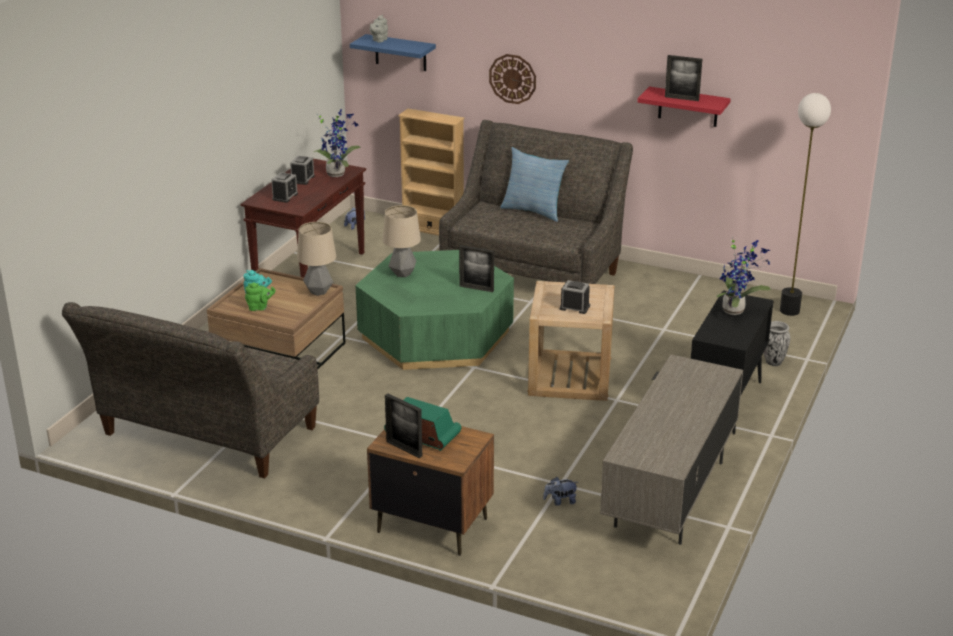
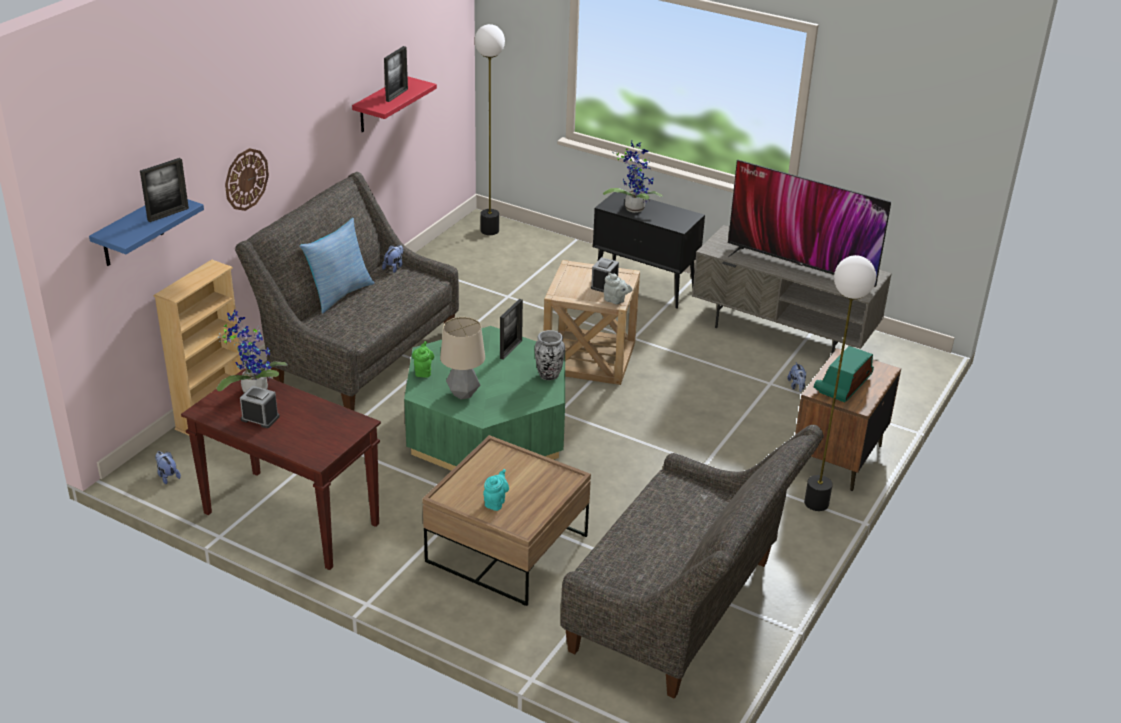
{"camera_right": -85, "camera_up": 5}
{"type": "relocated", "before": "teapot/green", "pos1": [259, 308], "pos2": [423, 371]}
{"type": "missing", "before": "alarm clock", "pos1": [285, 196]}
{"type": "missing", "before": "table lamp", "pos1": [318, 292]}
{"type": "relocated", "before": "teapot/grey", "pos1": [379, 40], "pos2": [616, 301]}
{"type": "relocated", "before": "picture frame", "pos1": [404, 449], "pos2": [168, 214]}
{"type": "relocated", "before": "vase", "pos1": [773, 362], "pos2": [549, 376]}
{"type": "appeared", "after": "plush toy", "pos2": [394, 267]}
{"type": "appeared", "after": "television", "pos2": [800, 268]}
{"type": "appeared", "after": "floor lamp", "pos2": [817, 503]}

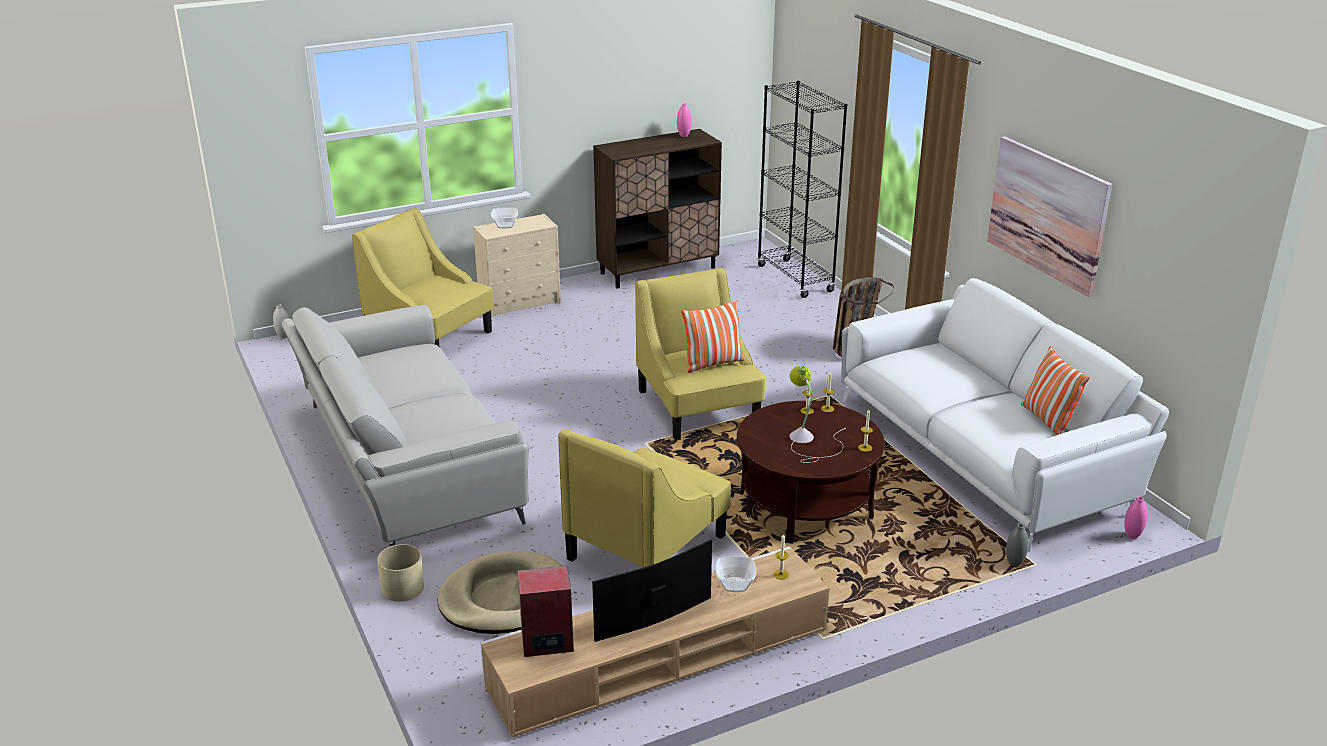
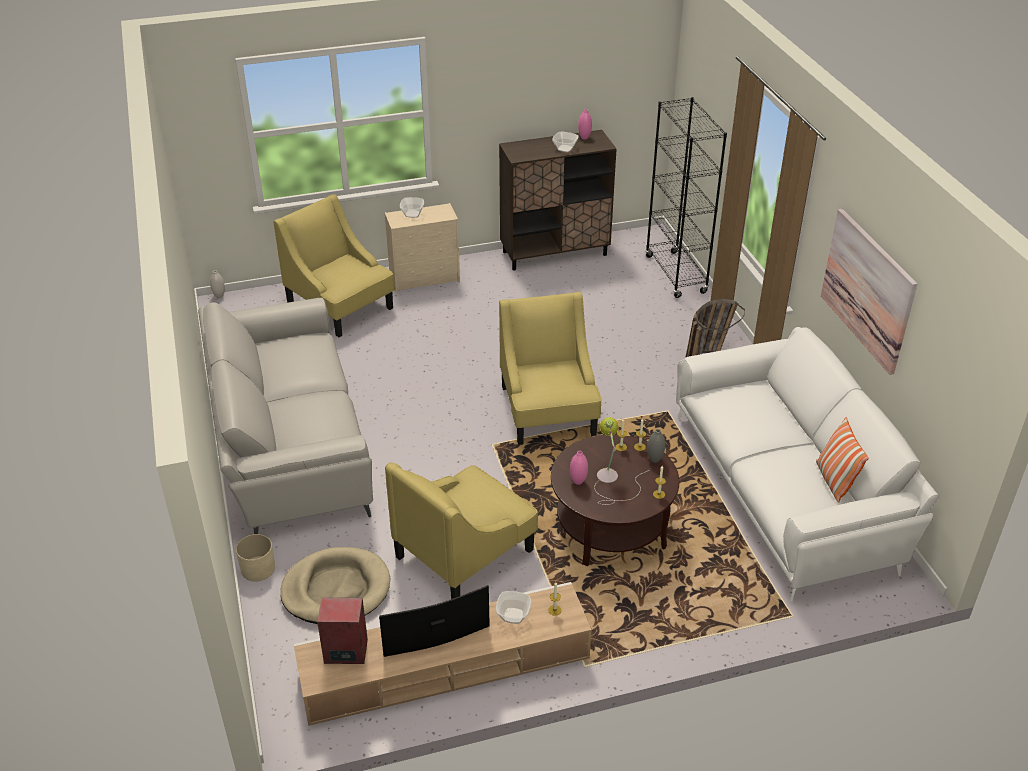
{"camera_right": 10, "camera_up": 10}
{"type": "missing", "before": "pillow", "pos1": [713, 363]}
{"type": "relocated", "before": "vase/grey", "pos1": [1014, 563], "pos2": [654, 460]}
{"type": "relocated", "before": "vase/pink", "pos1": [1132, 536], "pos2": [578, 481]}
{"type": "appeared", "after": "bowl", "pos2": [565, 149]}

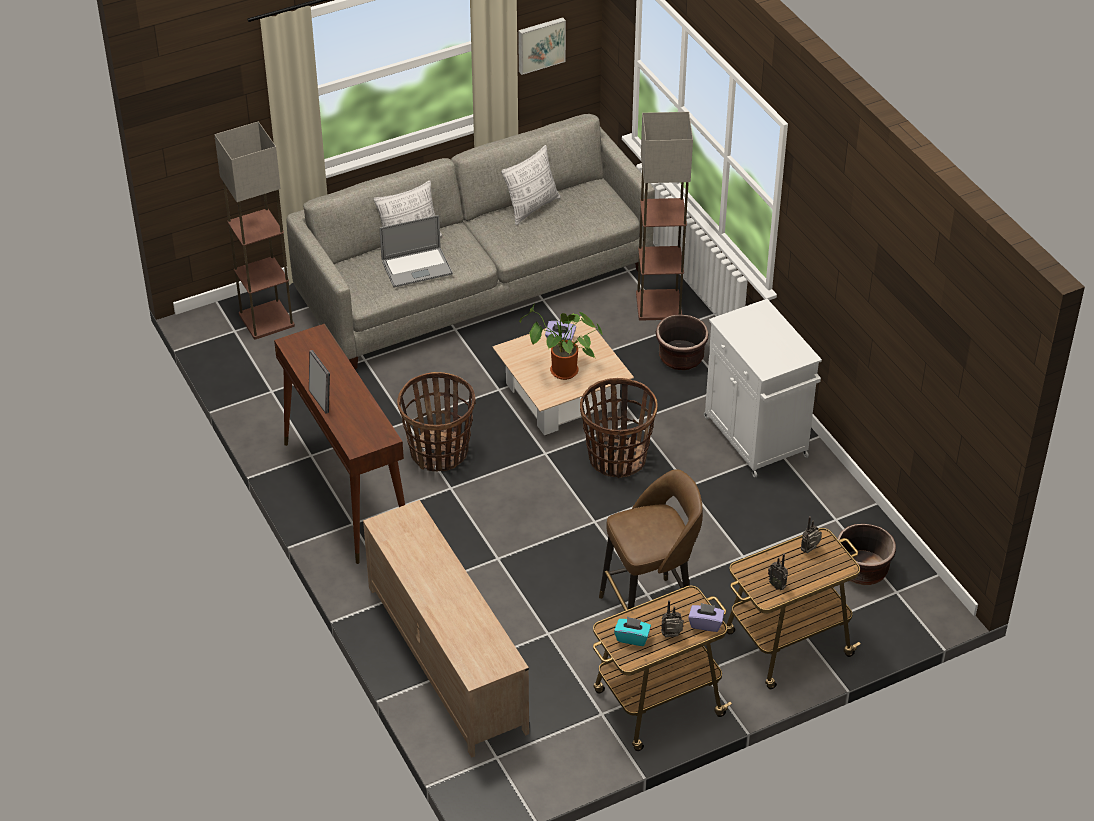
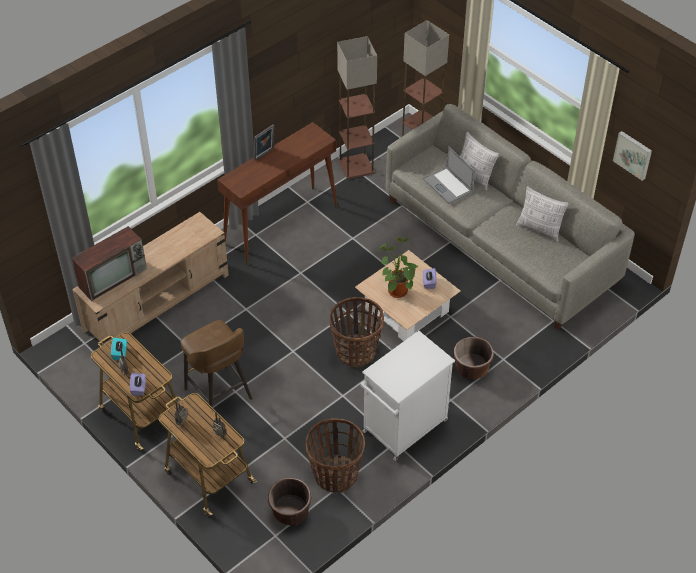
{"camera_right": 75, "camera_up": 5}
{"type": "relocated", "before": "basket", "pos1": [439, 452], "pos2": [335, 475]}
{"type": "relocated", "before": "floor lamp", "pos1": [659, 305], "pos2": [357, 167]}
{"type": "appeared", "after": "television", "pos2": [113, 277]}

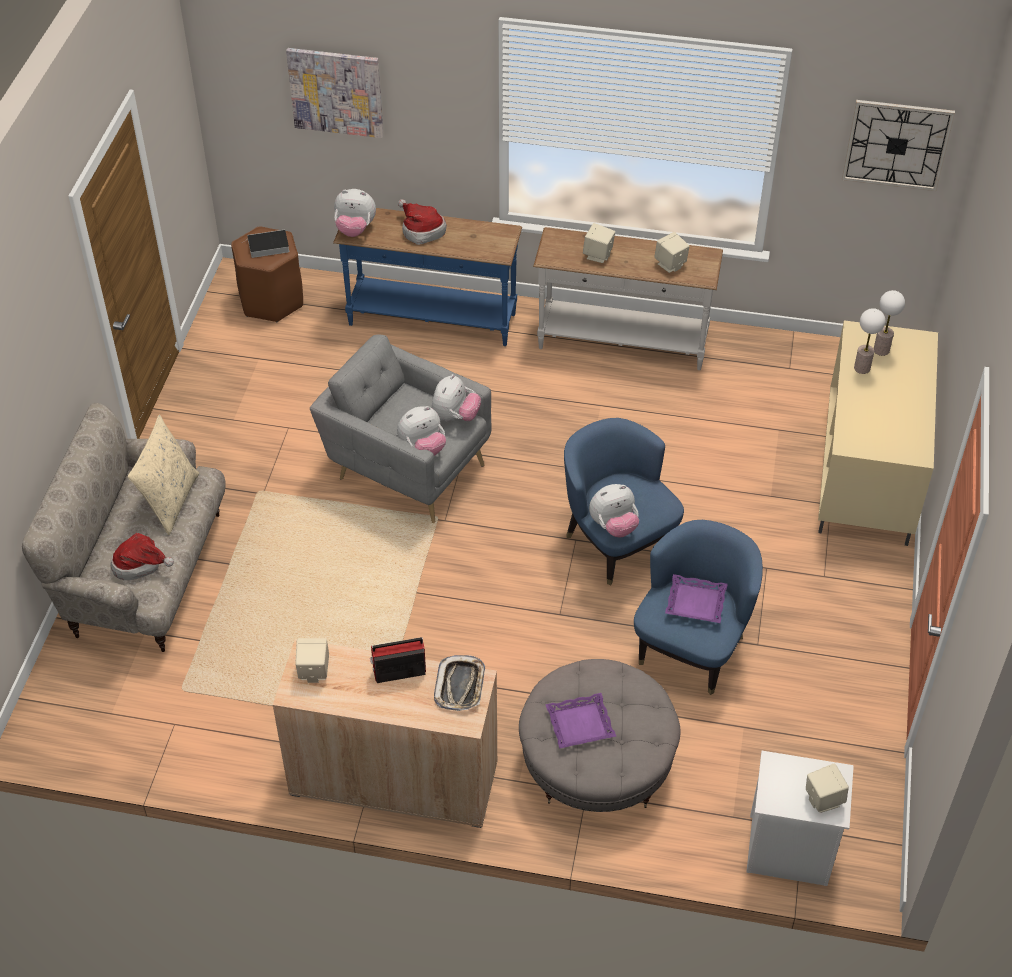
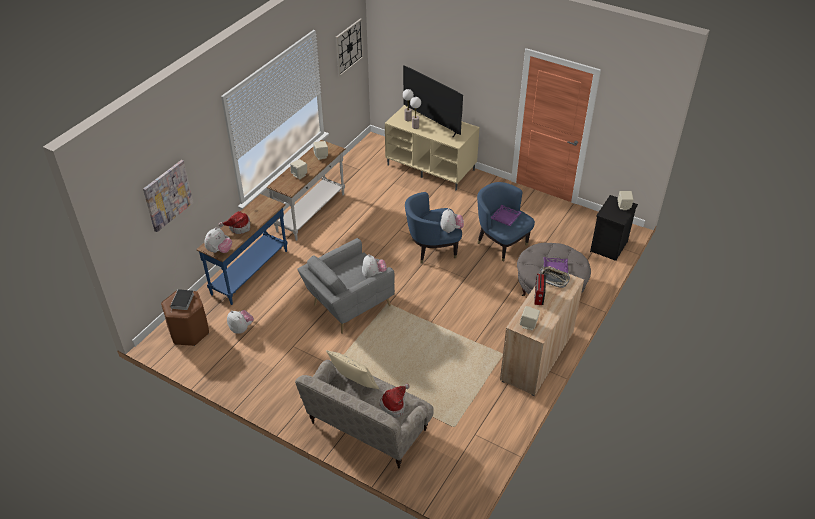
{"camera_right": -70, "camera_up": -5}
{"type": "relocated", "before": "plush toy", "pos1": [455, 417], "pos2": [241, 328]}
{"type": "colour", "before": "nightstand/white", "after": "nightstand/black", "pos1": [787, 851], "pos2": [609, 247]}
{"type": "appeared", "after": "television", "pos2": [432, 122]}

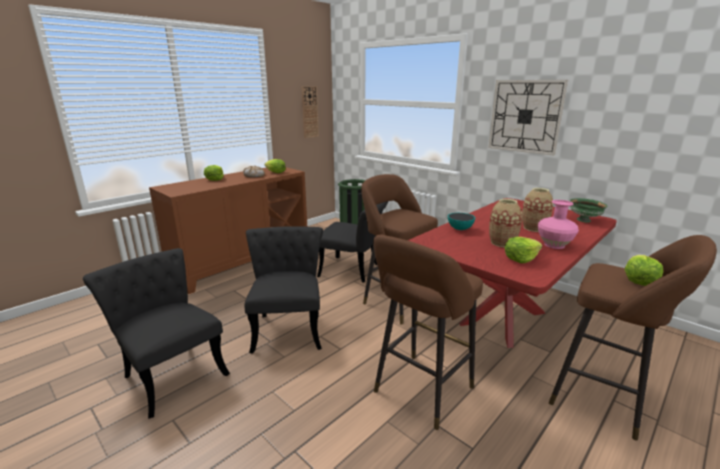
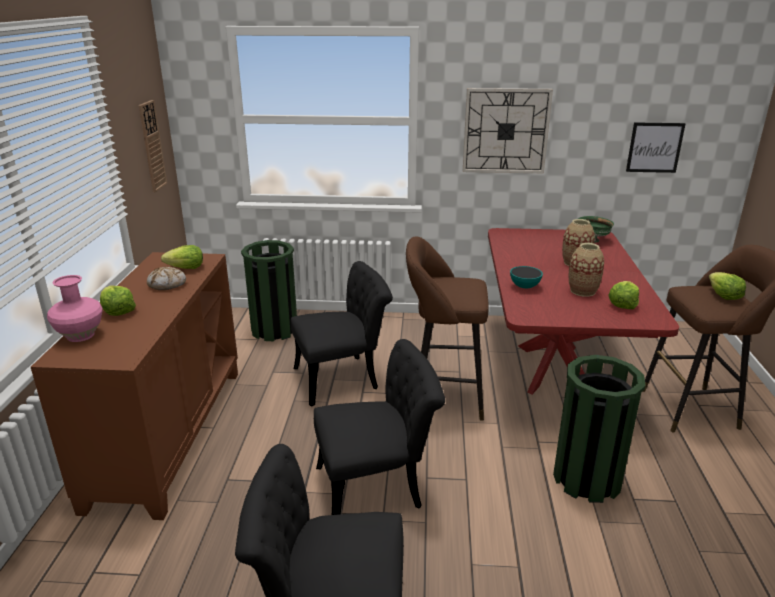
{"camera_right": -40, "camera_up": 5}
{"type": "spun", "before": "chair/black", "pos1": [289, 327], "pos2": [378, 487], "turn": 120}
{"type": "exchanged", "before": "stool/brown", "after": "trash can/green", "pos1": [420, 392], "pos2": [587, 479]}
{"type": "relocated", "before": "vase/pink", "pos1": [554, 245], "pos2": [80, 335]}
{"type": "appeared", "after": "picture", "pos2": [654, 147]}

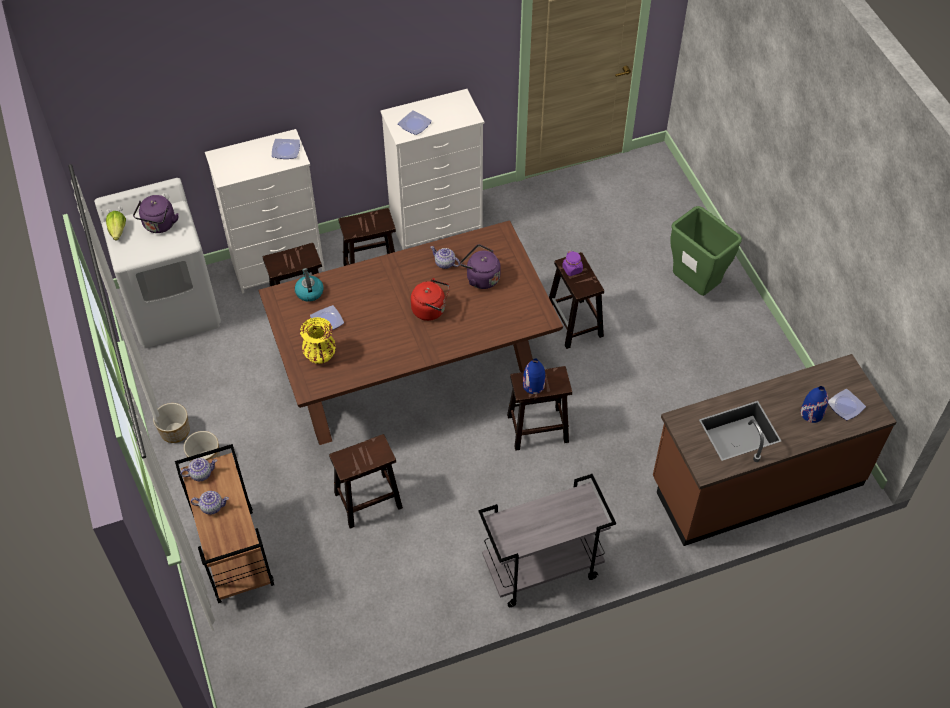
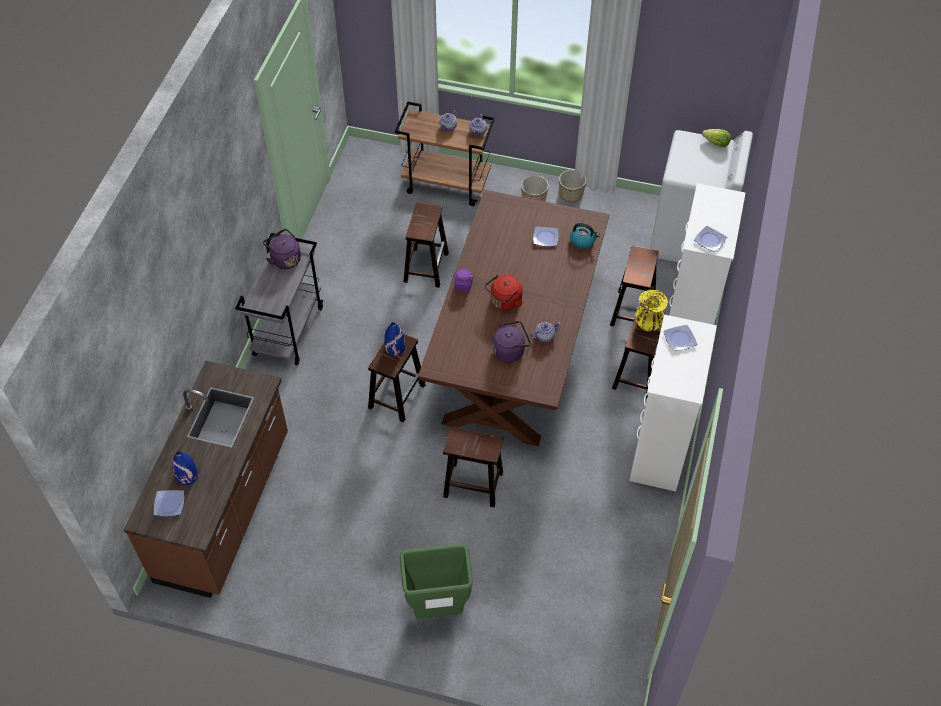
{"camera_right": 125, "camera_up": 0}
{"type": "relocated", "before": "kettle/purple", "pos1": [159, 225], "pos2": [284, 259]}
{"type": "relocated", "before": "vase/yellow", "pos1": [320, 355], "pos2": [648, 324]}
{"type": "relocated", "before": "jar/purple", "pos1": [572, 269], "pos2": [463, 285]}

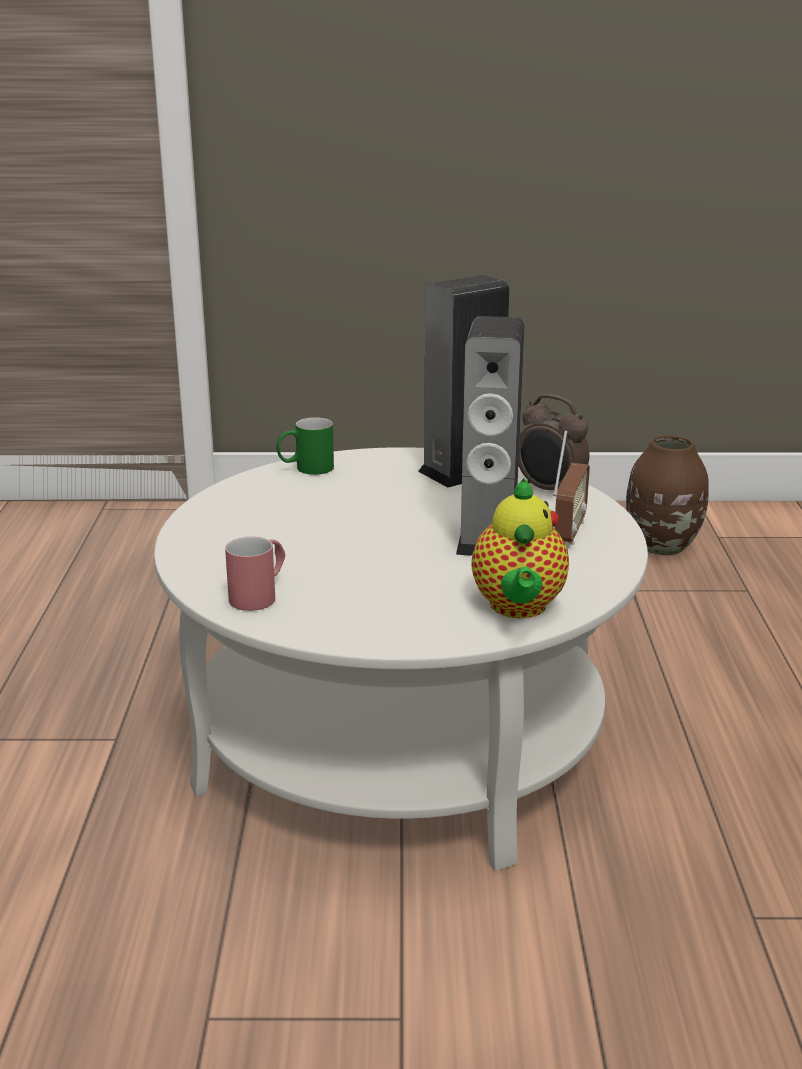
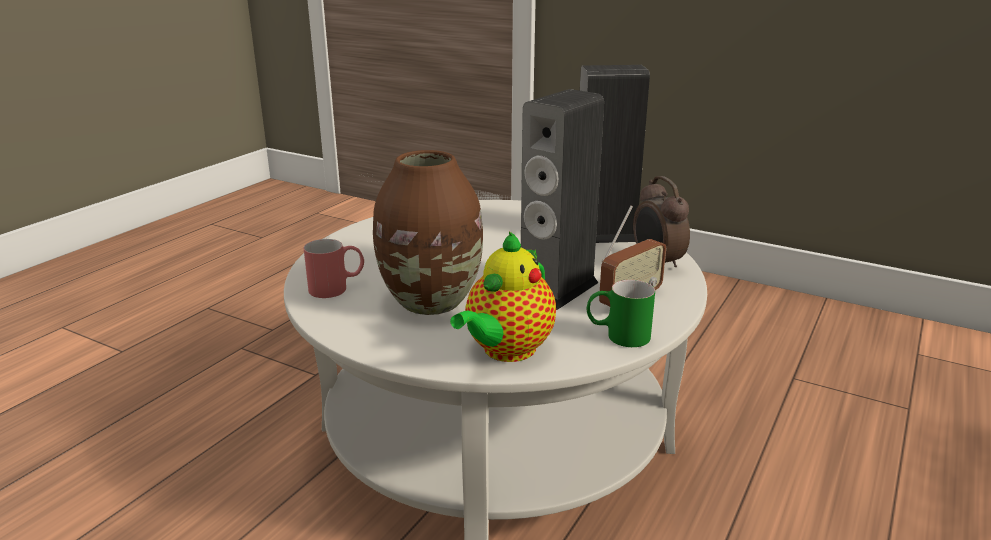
{"camera_right": 30, "camera_up": 0}
{"type": "relocated", "before": "mug/green", "pos1": [305, 469], "pos2": [617, 336]}
{"type": "relocated", "before": "vase/brown", "pos1": [663, 546], "pos2": [431, 302]}

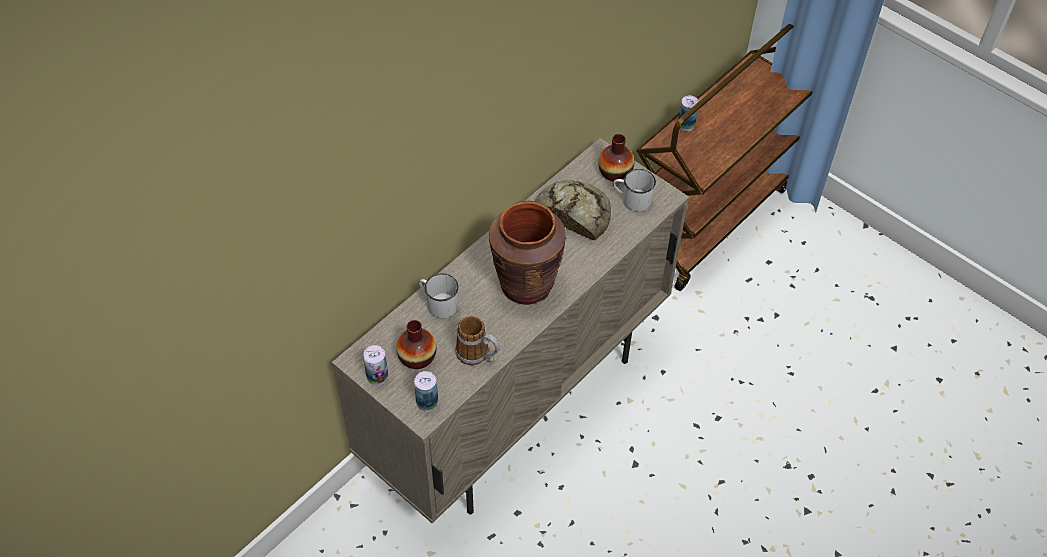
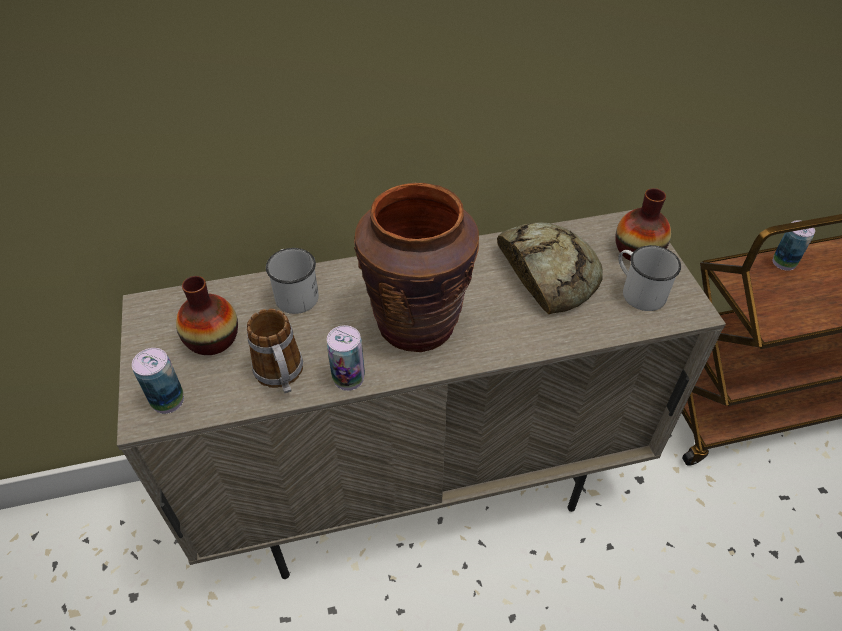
{"camera_right": 35, "camera_up": -5}
{"type": "relocated", "before": "can", "pos1": [377, 377], "pos2": [348, 378]}

